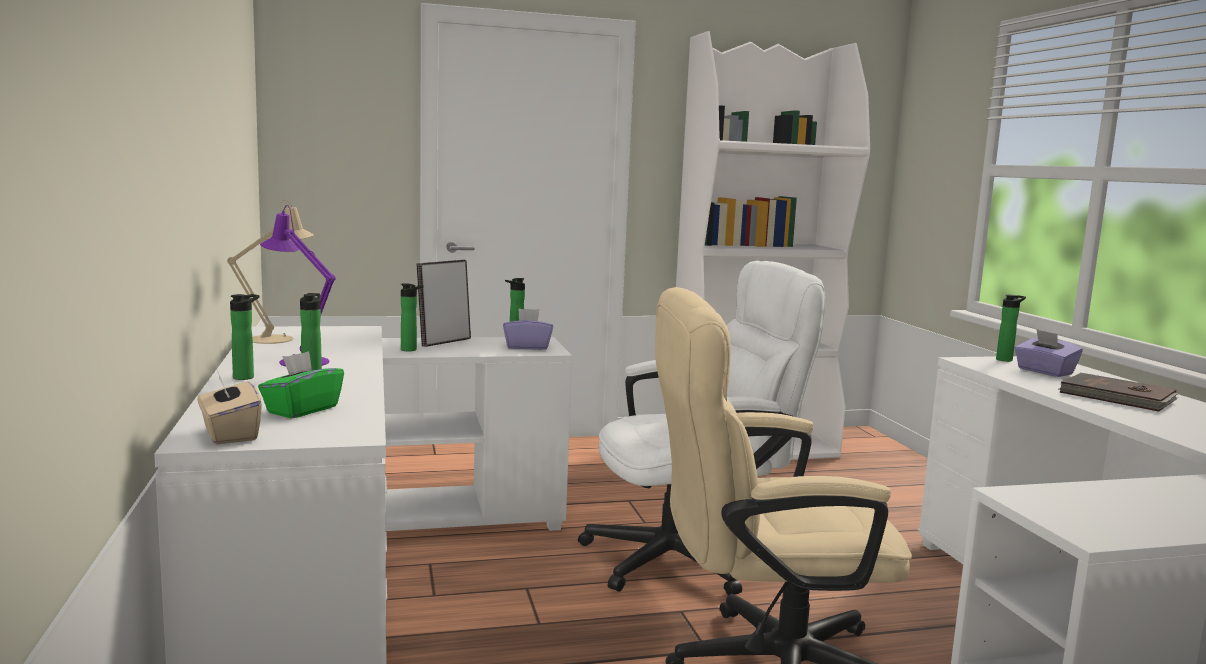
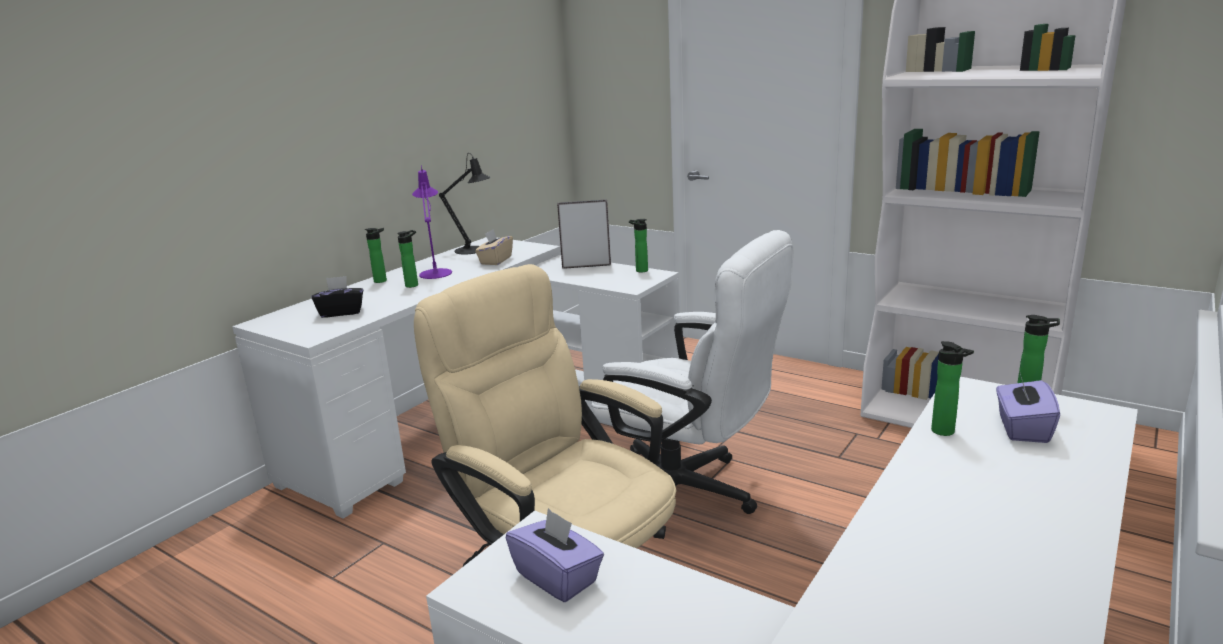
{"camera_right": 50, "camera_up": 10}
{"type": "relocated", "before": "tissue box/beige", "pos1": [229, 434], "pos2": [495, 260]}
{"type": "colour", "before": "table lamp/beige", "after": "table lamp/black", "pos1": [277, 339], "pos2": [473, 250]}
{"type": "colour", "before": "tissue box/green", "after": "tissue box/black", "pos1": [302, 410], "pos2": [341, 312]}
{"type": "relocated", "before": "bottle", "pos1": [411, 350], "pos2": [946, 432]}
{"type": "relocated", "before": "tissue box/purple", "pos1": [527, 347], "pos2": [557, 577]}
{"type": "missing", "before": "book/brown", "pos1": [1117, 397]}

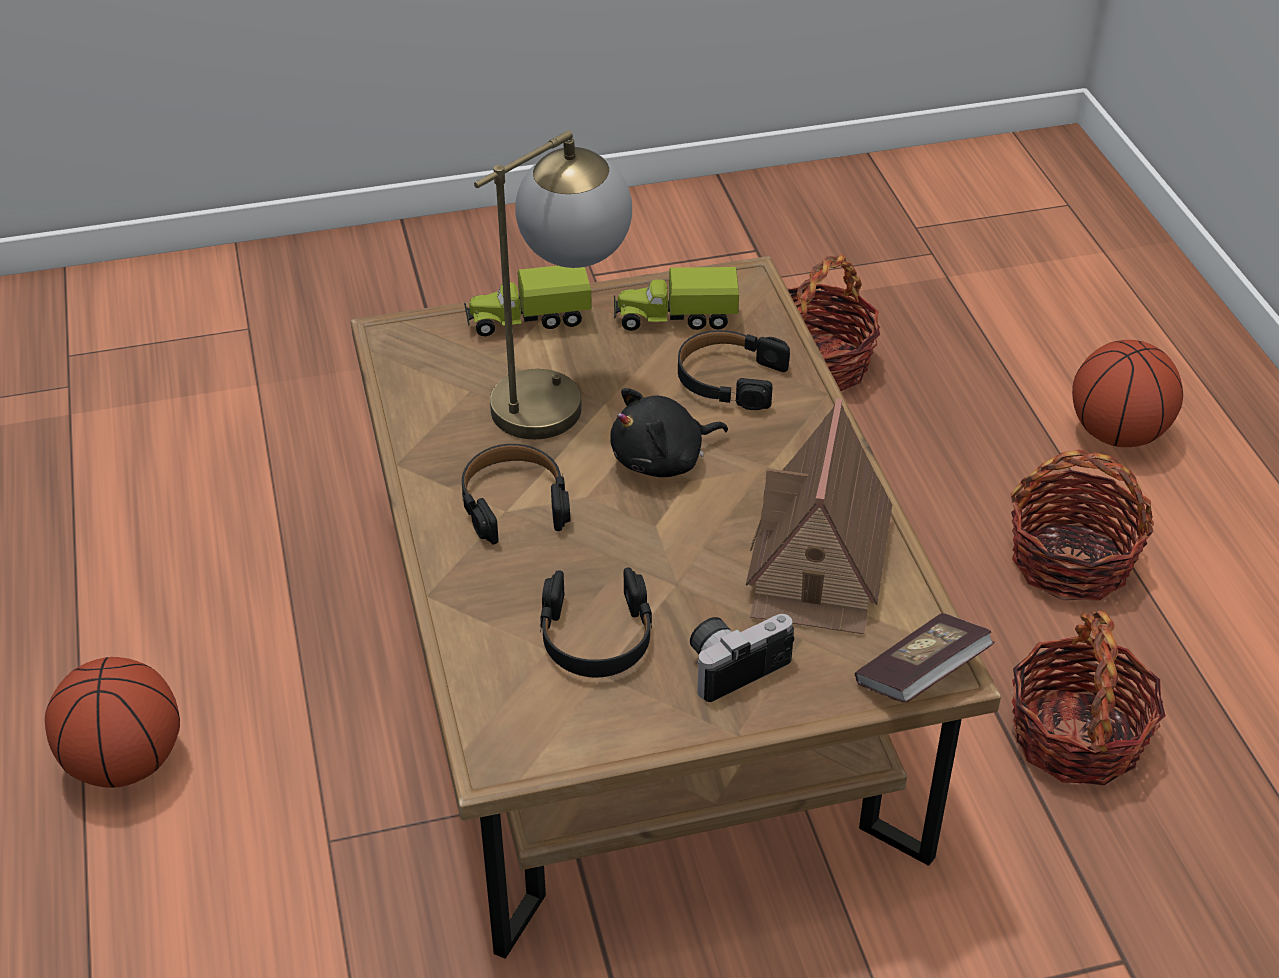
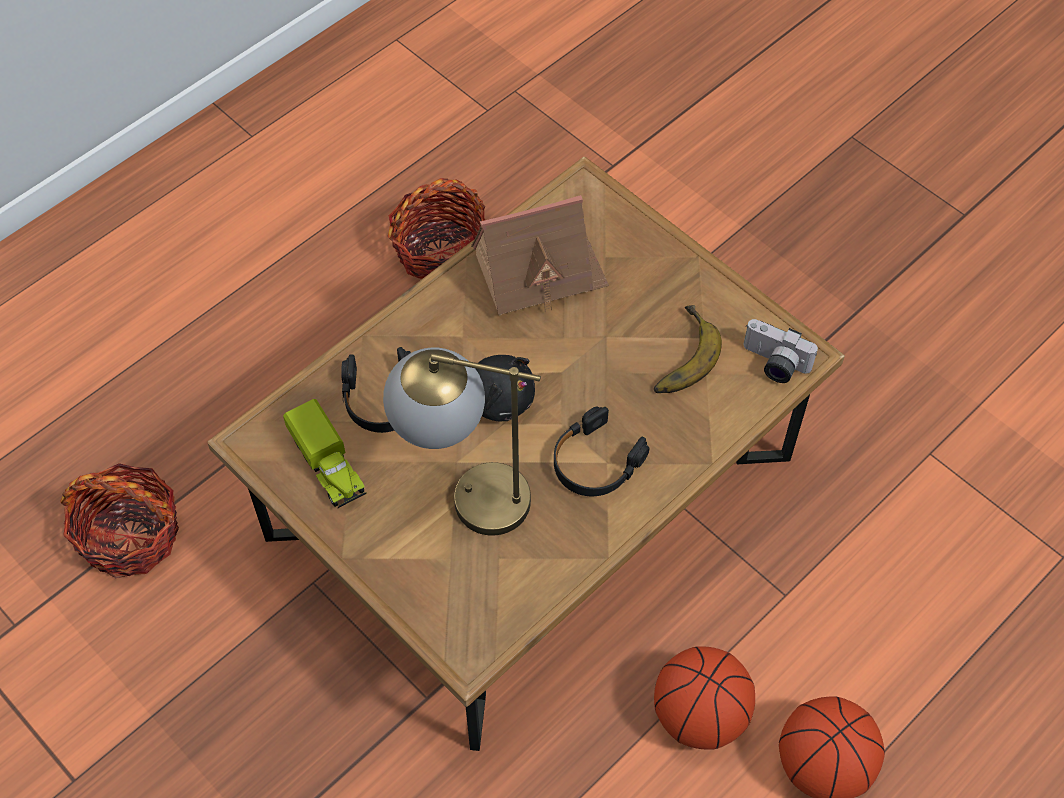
{"camera_right": -120, "camera_up": 15}
{"type": "missing", "before": "toy truck", "pos1": [528, 320]}
{"type": "exchanged", "before": "headphones/black", "after": "banana", "pos1": [596, 636], "pos2": [677, 355]}
{"type": "relocated", "before": "photo camera", "pos1": [734, 663], "pos2": [773, 364]}
{"type": "missing", "before": "book", "pos1": [921, 675]}
{"type": "missing", "before": "basket", "pos1": [1071, 561]}
{"type": "relocated", "before": "basketball", "pos1": [1117, 434], "pos2": [700, 715]}

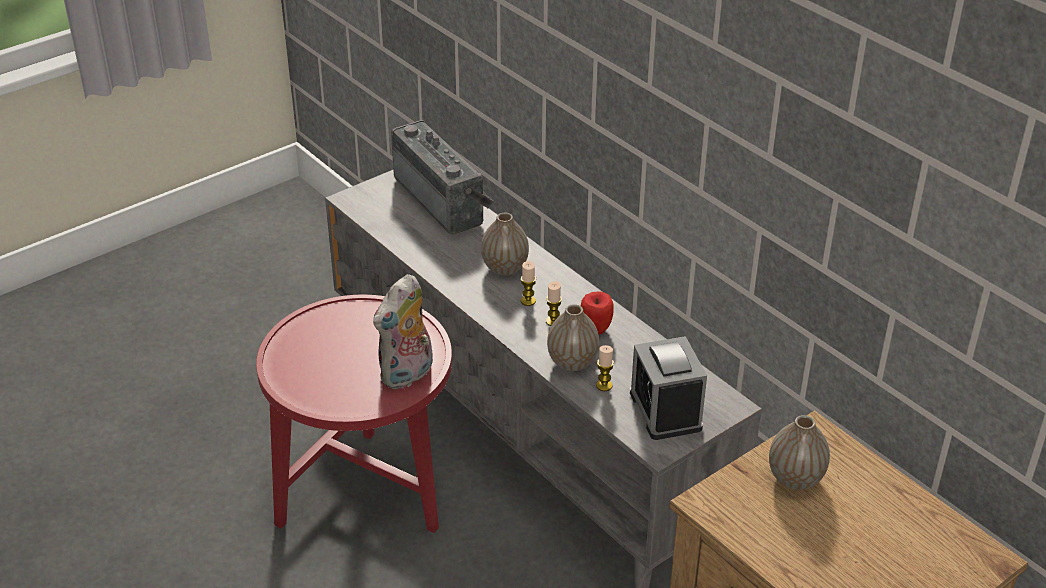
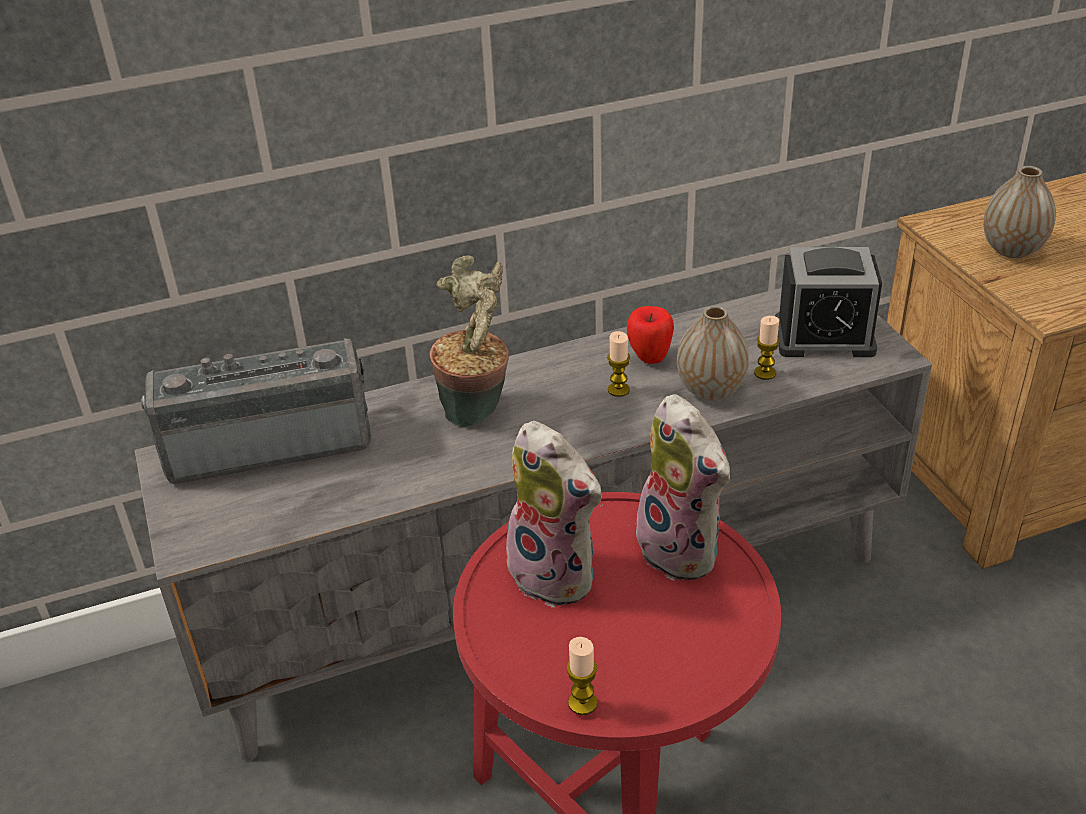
{"camera_right": -70, "camera_up": 0}
{"type": "exchanged", "before": "vase", "after": "potted plant", "pos1": [505, 268], "pos2": [478, 411]}
{"type": "relocated", "before": "candle", "pos1": [528, 301], "pos2": [582, 703]}
{"type": "appeared", "after": "plush toy", "pos2": [558, 574]}

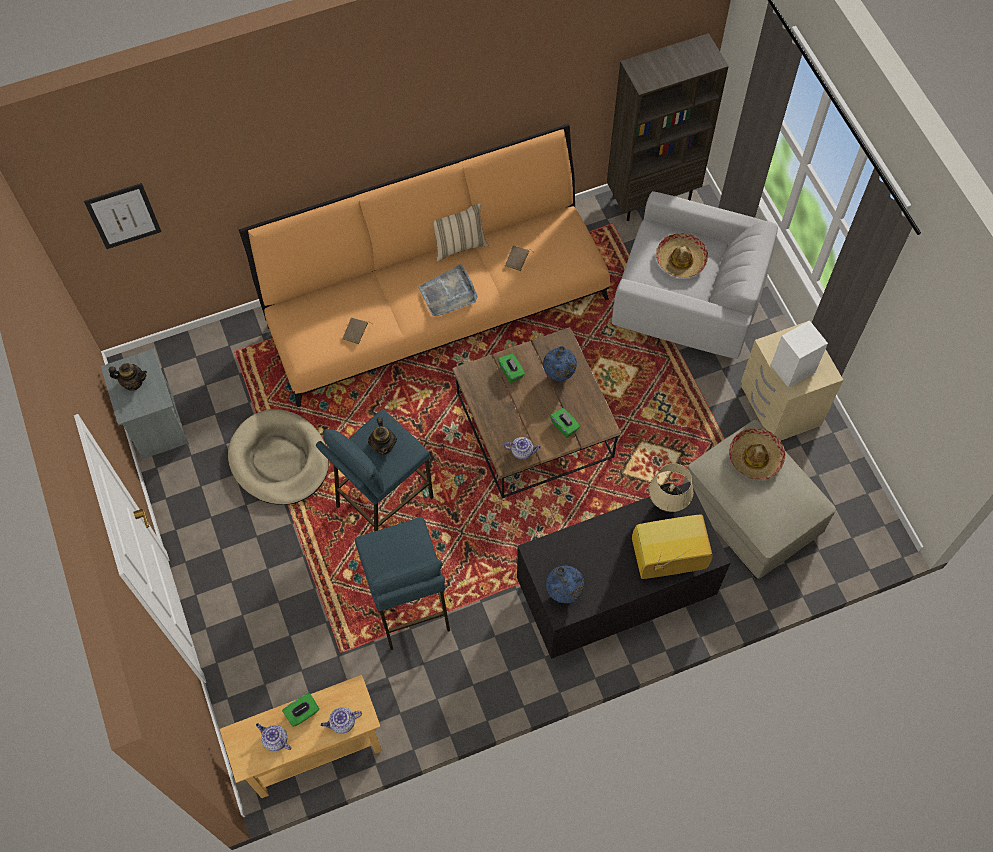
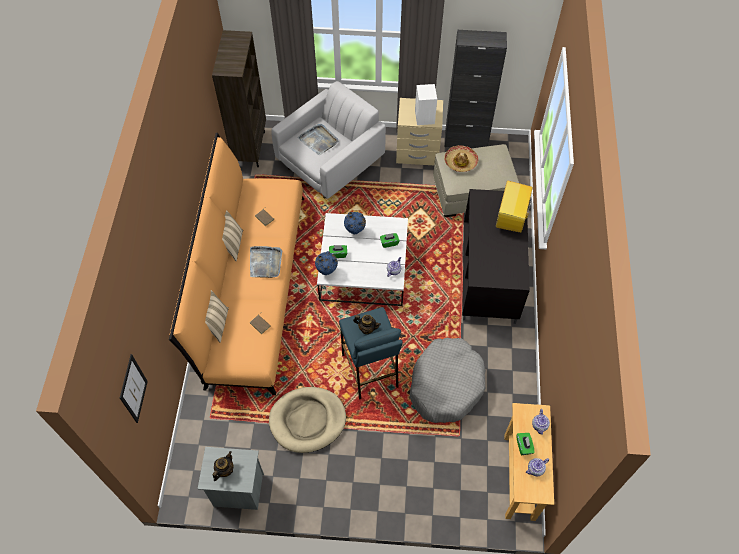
{"camera_right": -65, "camera_up": -5}
{"type": "exchanged", "before": "stool/blue", "after": "dog bed/grey", "pos1": [408, 605], "pos2": [446, 384]}
{"type": "colour", "before": "coffee table/brown", "after": "coffee table/white", "pos1": [535, 423], "pos2": [363, 268]}
{"type": "relocated", "before": "vase/blue", "pos1": [564, 593], "pos2": [327, 272]}
{"type": "missing", "before": "table lamp/beige", "pos1": [667, 504]}
{"type": "exchanged", "before": "hat", "after": "tray/grey", "pos1": [681, 259], "pos2": [318, 140]}
{"type": "appeared", "after": "pillow/beige", "pos2": [217, 324]}
{"type": "appeared", "after": "cabinet/black", "pos2": [466, 141]}

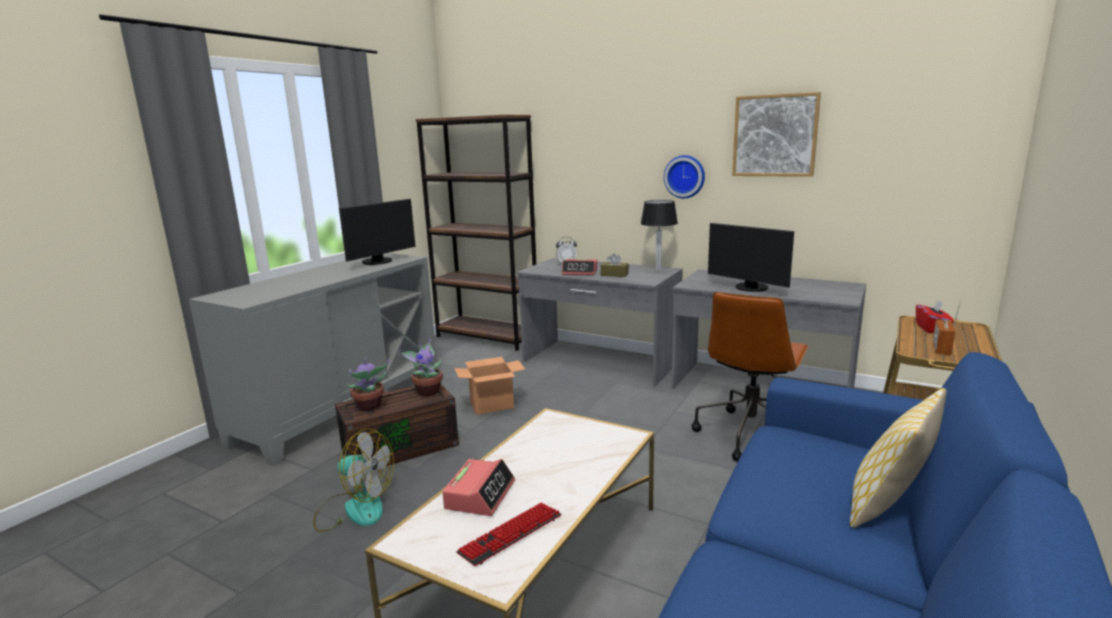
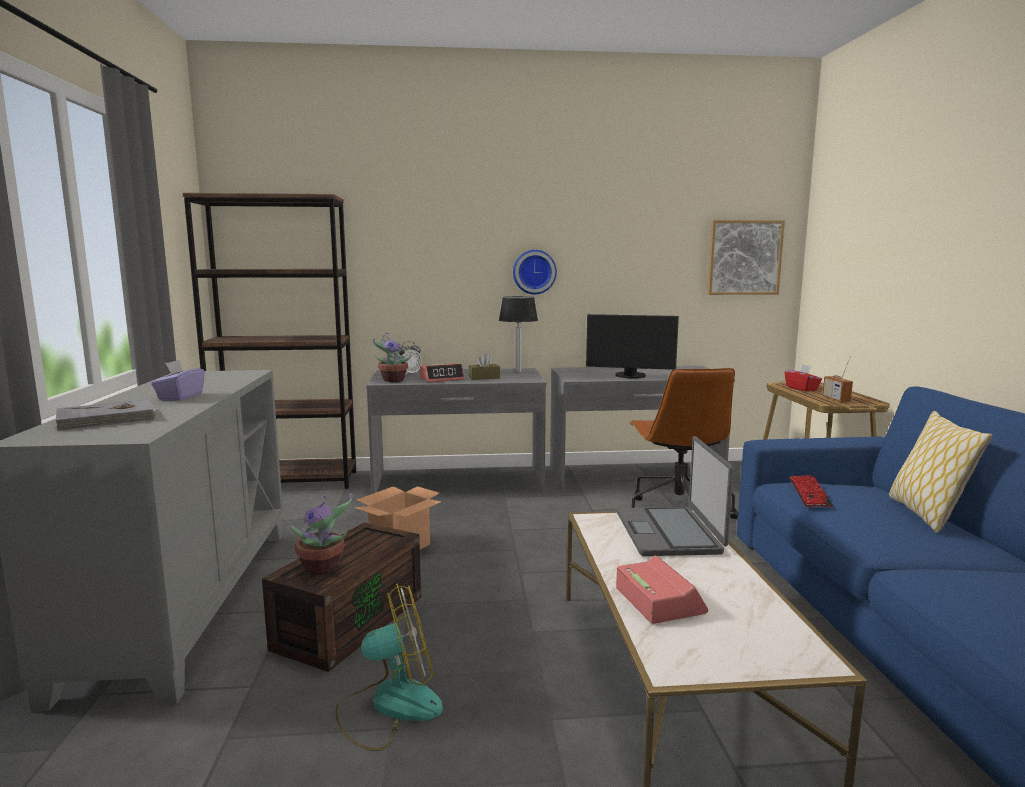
{"camera_right": -35, "camera_up": -5}
{"type": "missing", "before": "monitor", "pos1": [379, 262]}
{"type": "relocated", "before": "potted plant", "pos1": [427, 391], "pos2": [392, 380]}
{"type": "relocated", "before": "keyboard", "pos1": [511, 535], "pos2": [809, 493]}
{"type": "relocated", "before": "picture", "pos1": [775, 136], "pos2": [744, 257]}
{"type": "appeared", "after": "book/grey", "pos2": [107, 419]}
{"type": "appeared", "after": "tissue box/purple", "pos2": [180, 397]}
{"type": "appeared", "after": "laptop", "pos2": [669, 533]}

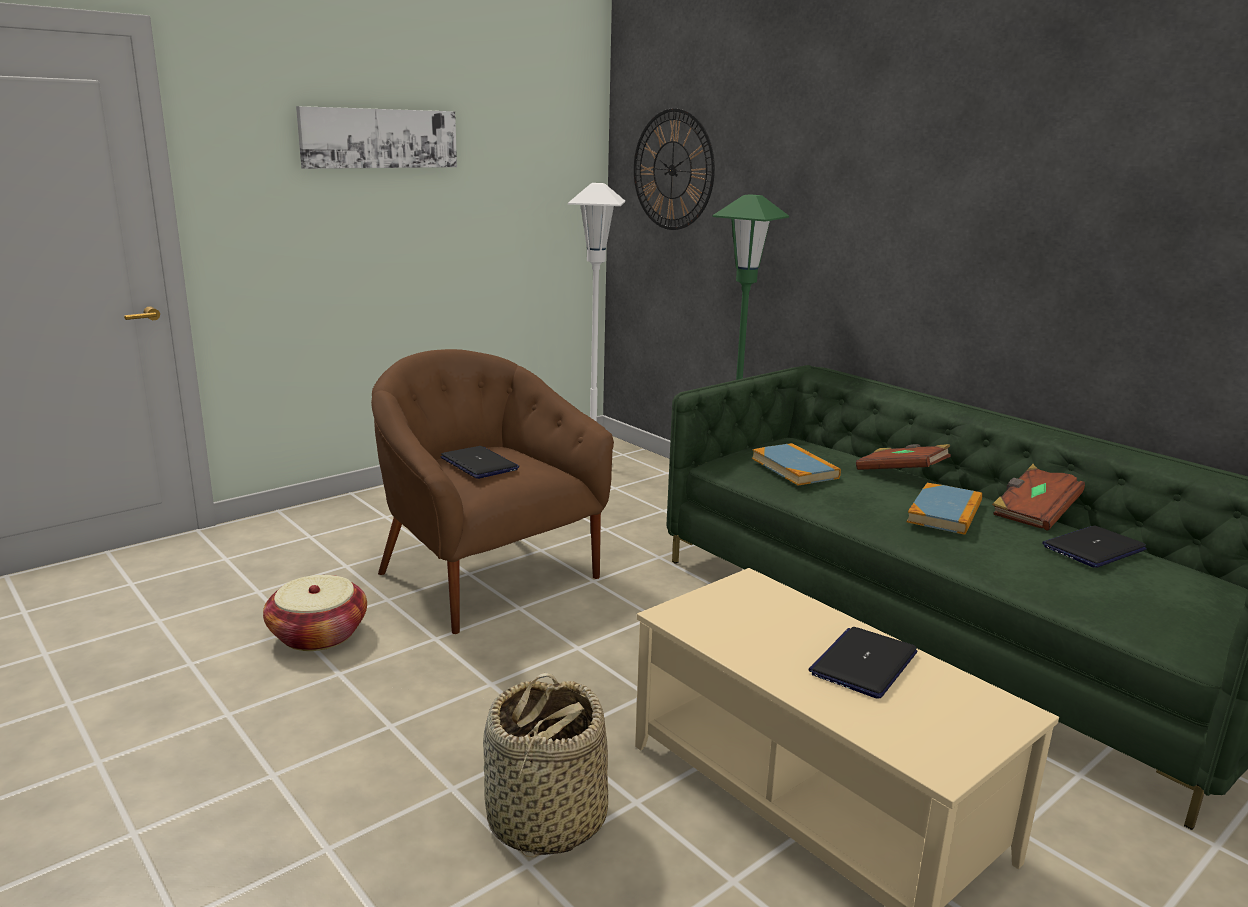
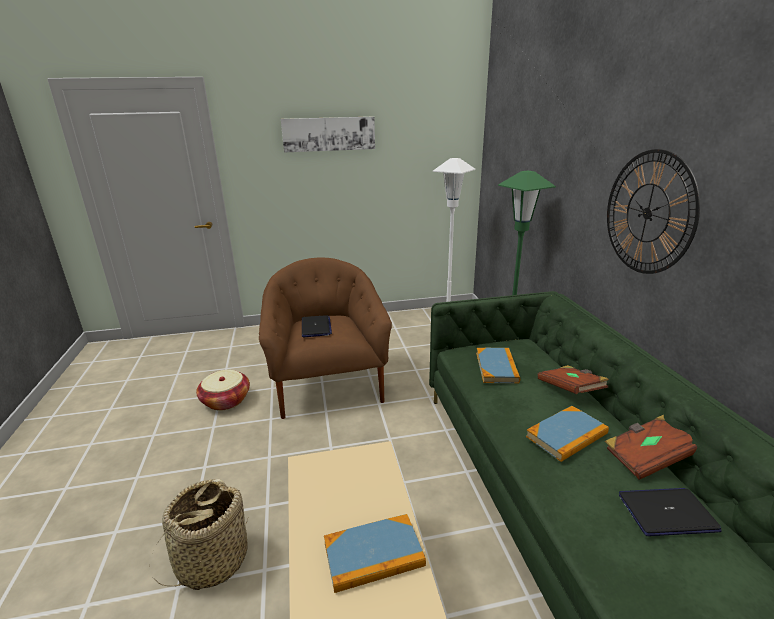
{"camera_right": 30, "camera_up": 5}
{"type": "relocated", "before": "wall clock", "pos1": [672, 170], "pos2": [648, 213]}
{"type": "exchanged", "before": "laptop", "after": "book", "pos1": [864, 663], "pos2": [373, 555]}

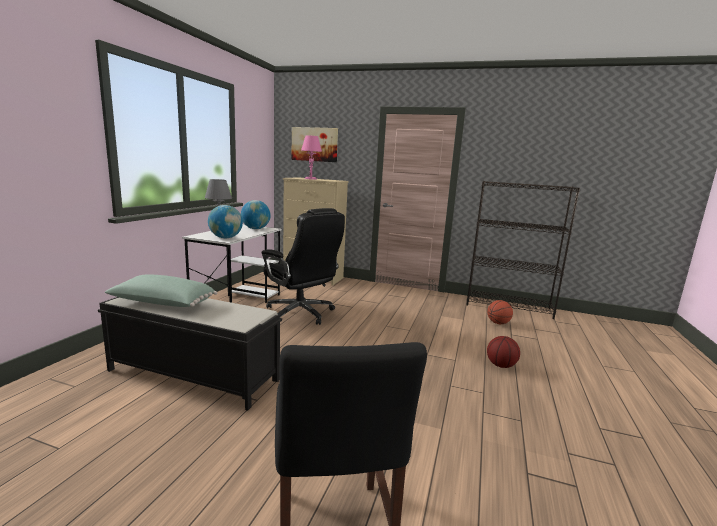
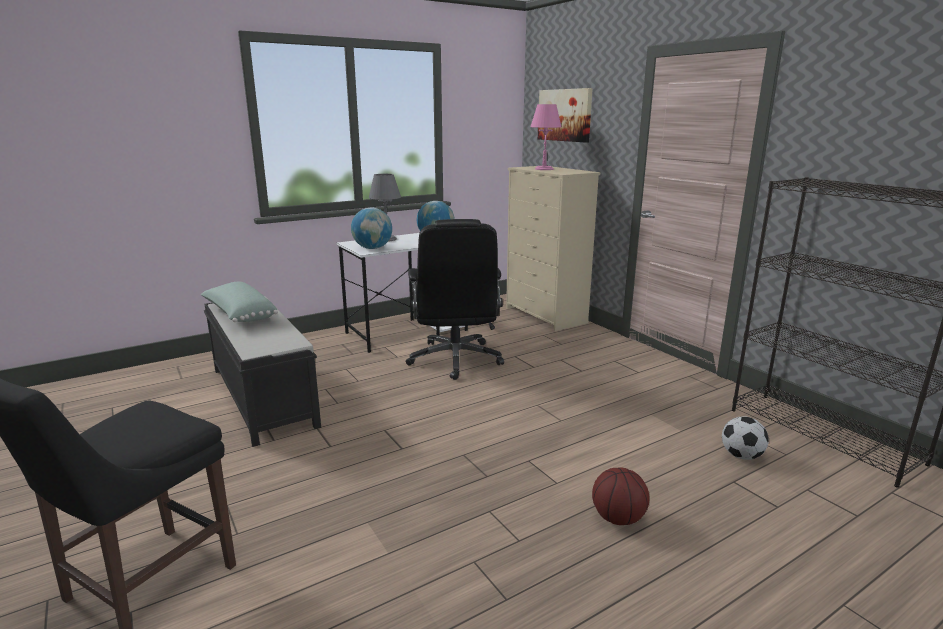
{"camera_right": 40, "camera_up": 5}
{"type": "exchanged", "before": "basketball", "after": "football", "pos1": [498, 323], "pos2": [741, 456]}

